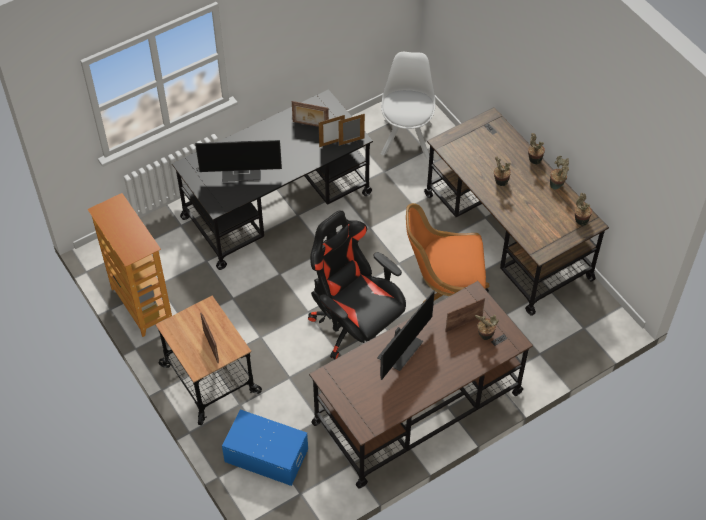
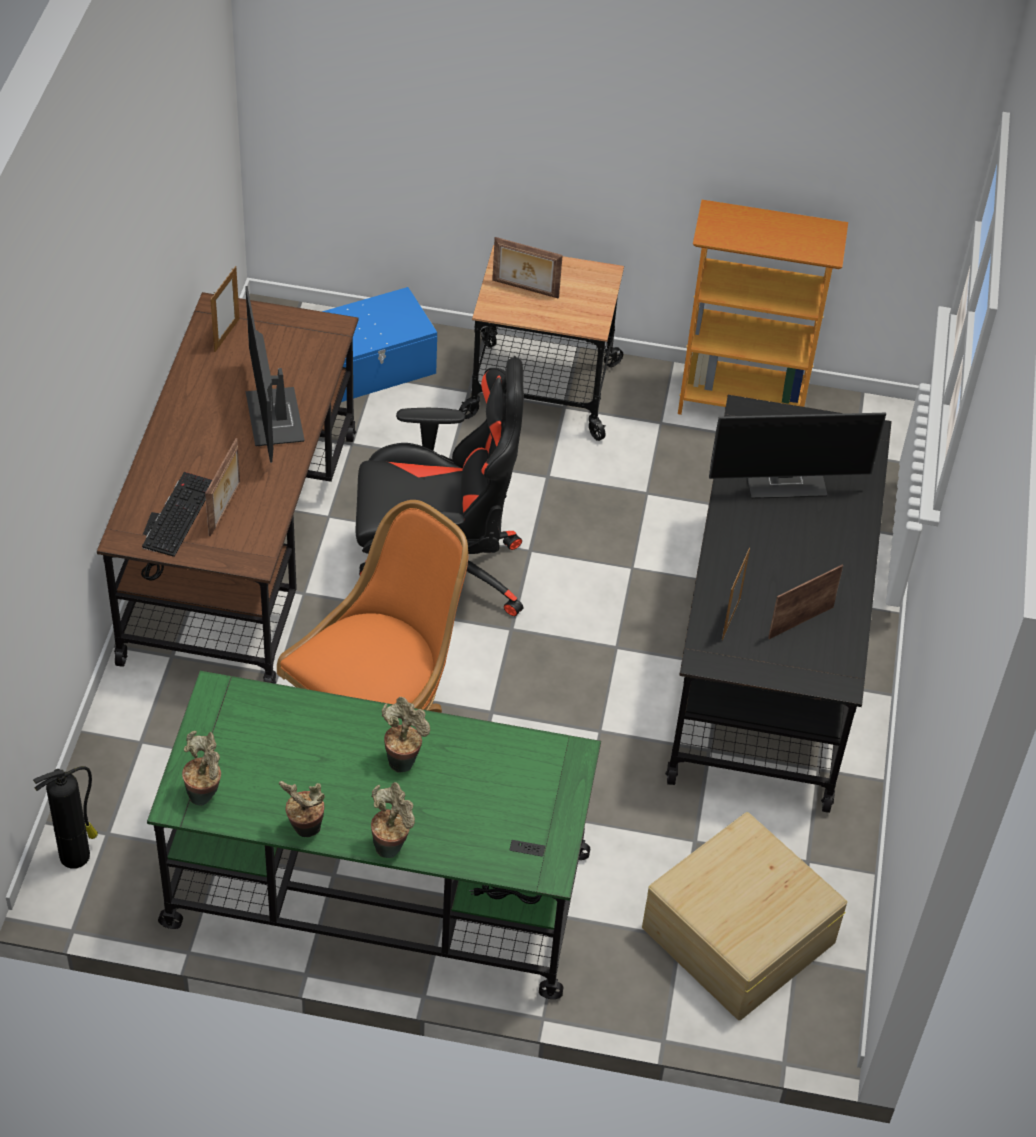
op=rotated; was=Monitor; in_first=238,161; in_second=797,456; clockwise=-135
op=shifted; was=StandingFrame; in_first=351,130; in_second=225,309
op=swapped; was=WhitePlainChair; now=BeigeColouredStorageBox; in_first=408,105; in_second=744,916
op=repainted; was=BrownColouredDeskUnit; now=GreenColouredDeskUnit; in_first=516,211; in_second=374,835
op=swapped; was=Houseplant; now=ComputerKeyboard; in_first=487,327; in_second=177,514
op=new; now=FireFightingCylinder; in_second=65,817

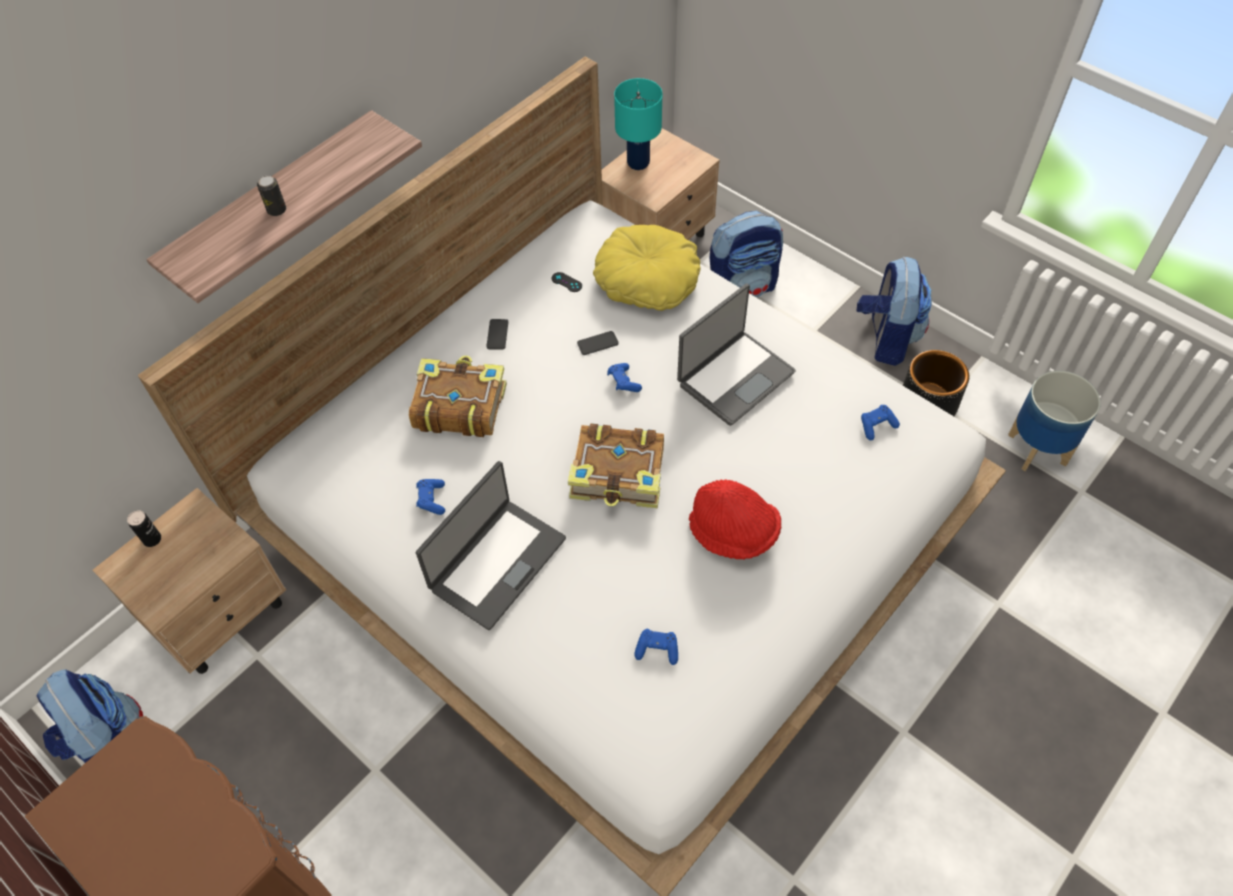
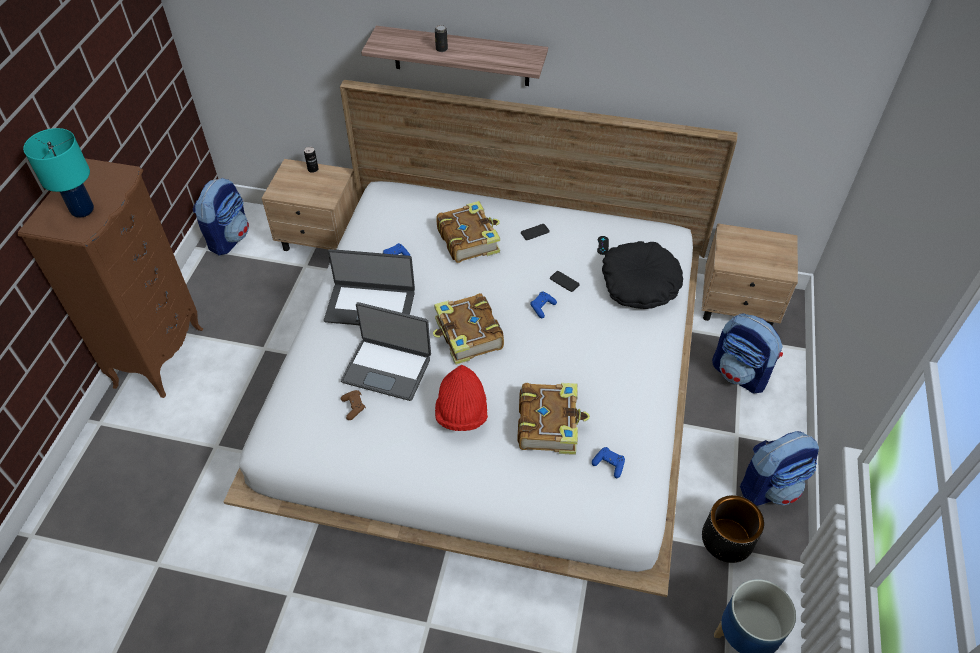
op=repainted; was=YellowColouredThrowPillow; now=BlackishThrowPillow; in_first=646,268; in_second=642,275
op=shifted; was=TurquoiseColouredTabletopLamp; in_first=638,124; in_second=58,173
op=repainted; was=BlueGameController; now=BrownColouredGameController; in_first=656,647; in_second=353,405
op=shifted; was=Laptop; in_first=736,354; in_second=386,351
op=new; now=BoundBook; in_second=553,419

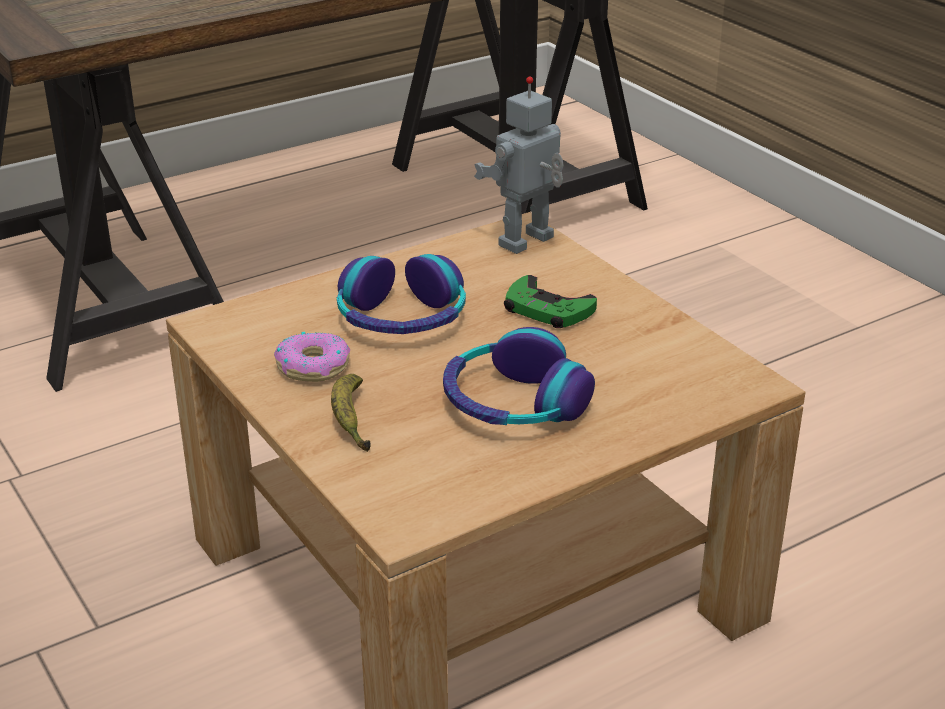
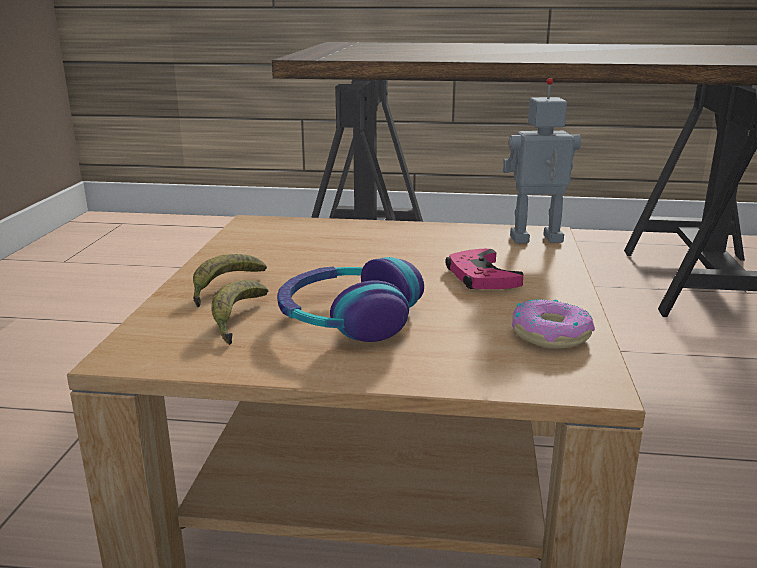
op=shifted; was=Donut; in_first=312,357; in_second=553,324
op=gone; was=PairOfHeadphones; in_first=401,294
op=repainted; was=GreenColouredGameController; now=PinkGameController; in_first=550,301; in_second=484,269
op=new; now=WholeBanana; in_second=240,312

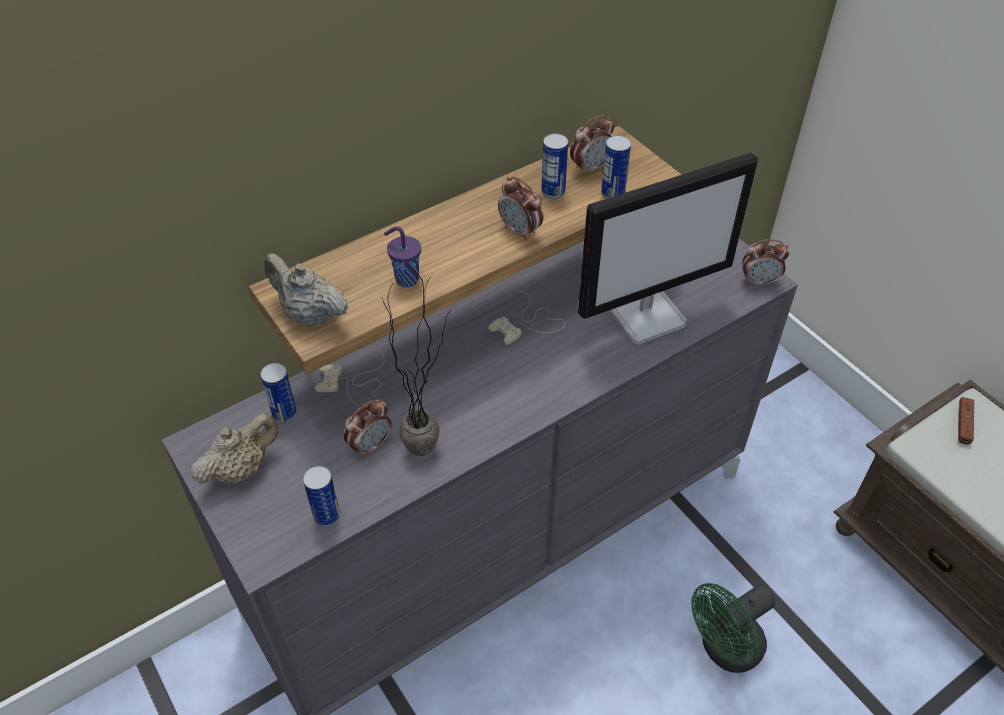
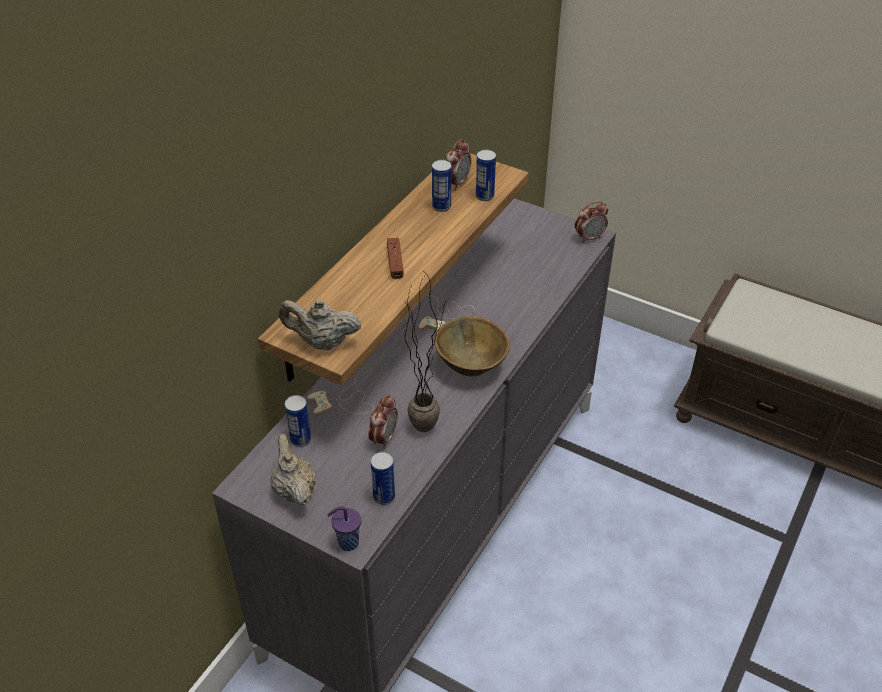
op=rotated; was=BeigeColouredTeapot; in_first=235,448; in_second=293,470; clockwise=-45
op=shifted; was=PurplishCup; in_first=402,257; in_second=344,528
op=gone; was=TableClock; in_first=521,208
op=gone; was=Monitor; in_first=668,248
op=gone; was=GreenColouredFan; in_first=733,628
op=shifted; was=BrownColouredGameController; in_first=966,421; in_second=395,258
op=new; now=BrownColouredServingBowl; in_second=472,346

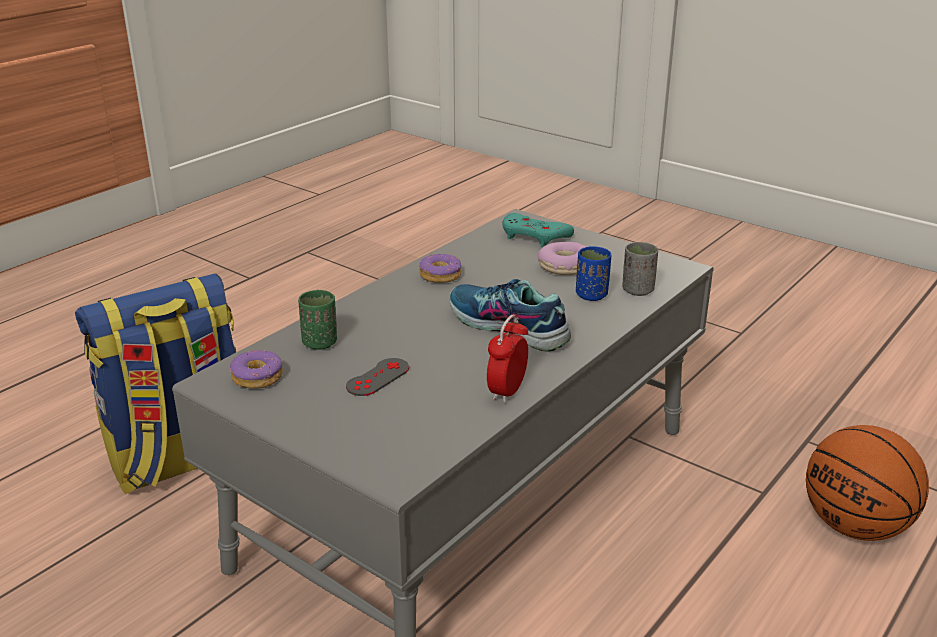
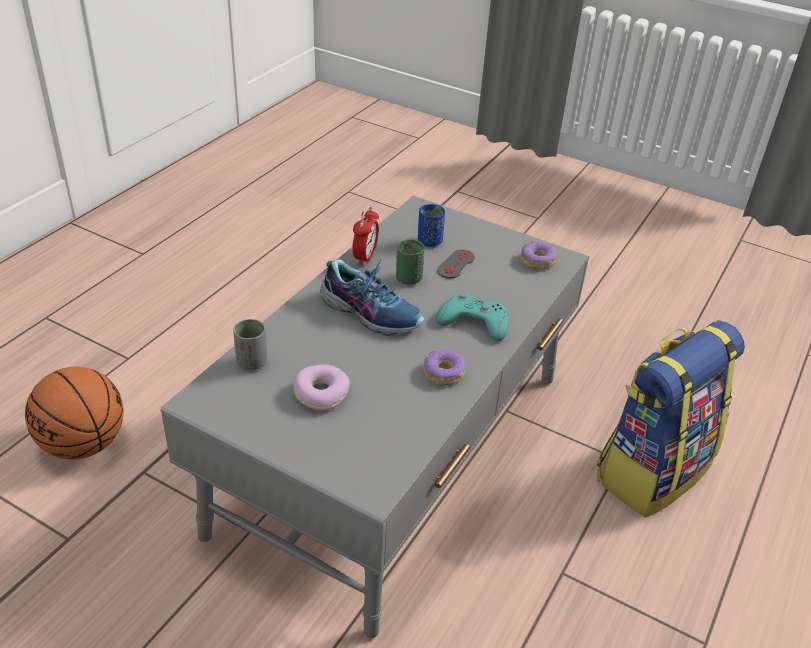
op=shifted; was=GreenColouredCup; in_first=317,320; in_second=410,262
op=shifted; was=TurquoiseColouredGameController; in_first=538,230; in_second=472,317
op=shifted; was=BlueCup; in_first=593,273; in_second=431,225

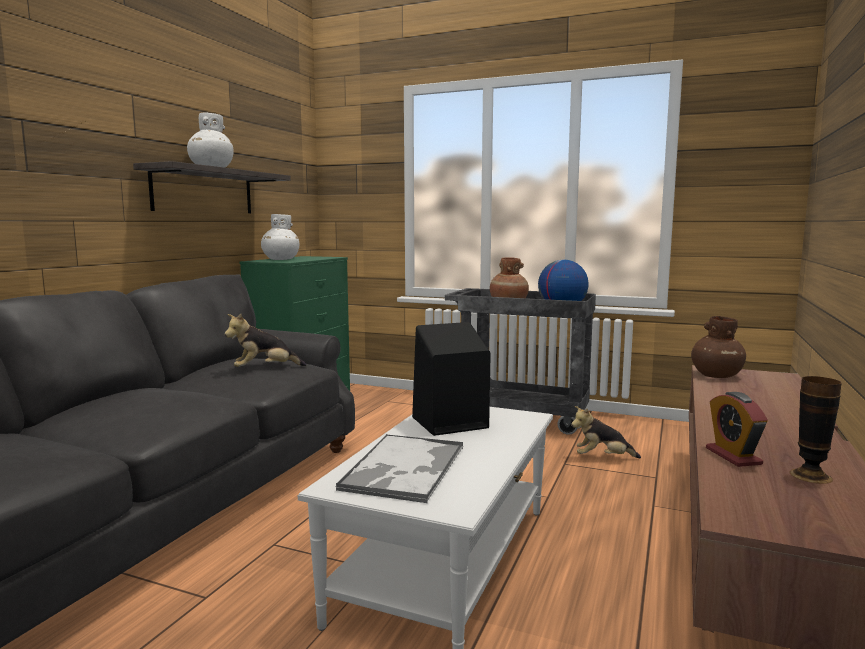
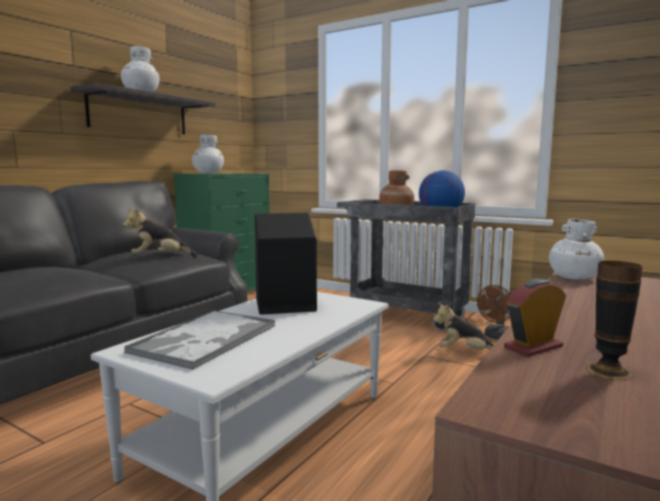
op=repainted; was=BrownColouredFlowerVase; now=WhiteFlowerVase; in_first=718,347; in_second=576,249
op=rotated; was=TableClock; in_first=737,429; in_second=535,318; clockwise=60
op=new; now=BrownColouredFan; in_second=494,312

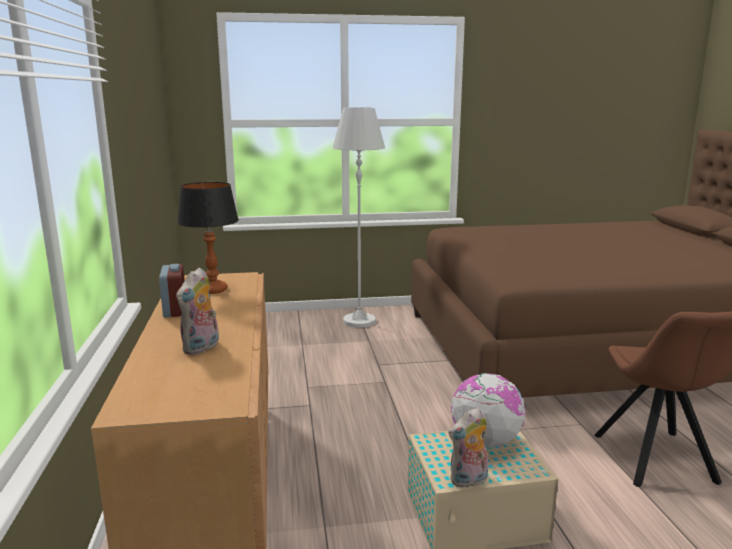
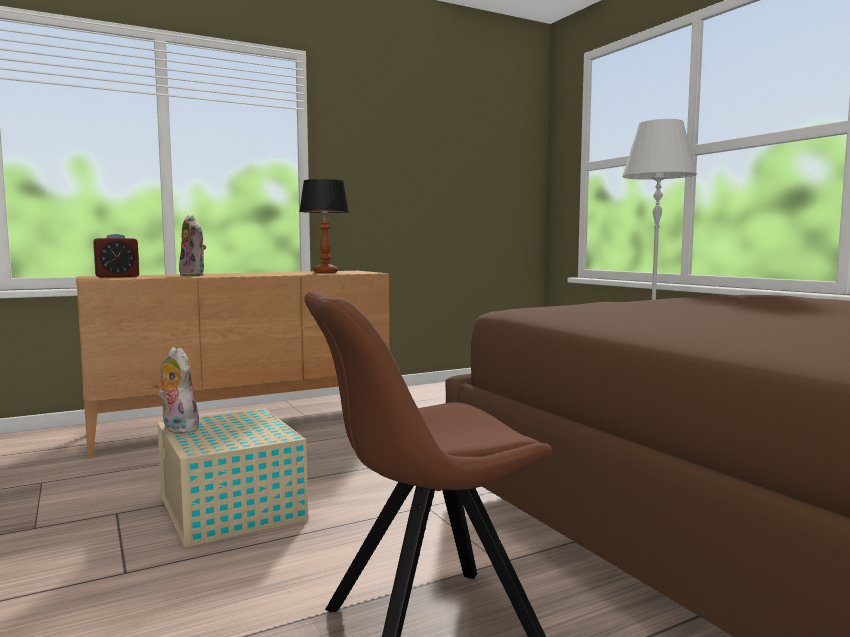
op=shifted; was=TableClock; in_first=172,290; in_second=116,256
op=rotated; was=PlushToy; in_first=197,311; in_second=193,245; clockwise=-135
op=gone; was=Globe; in_first=488,410

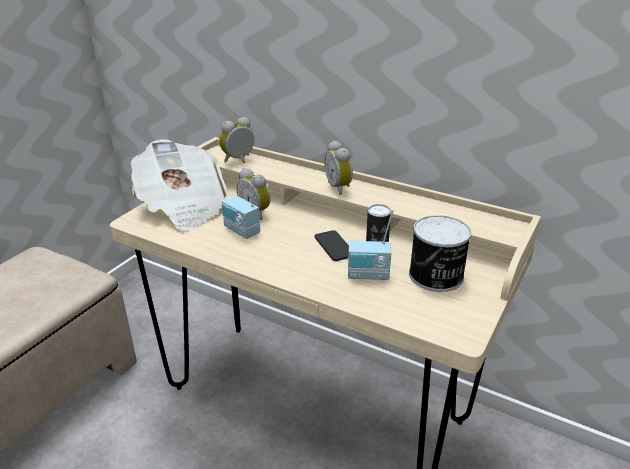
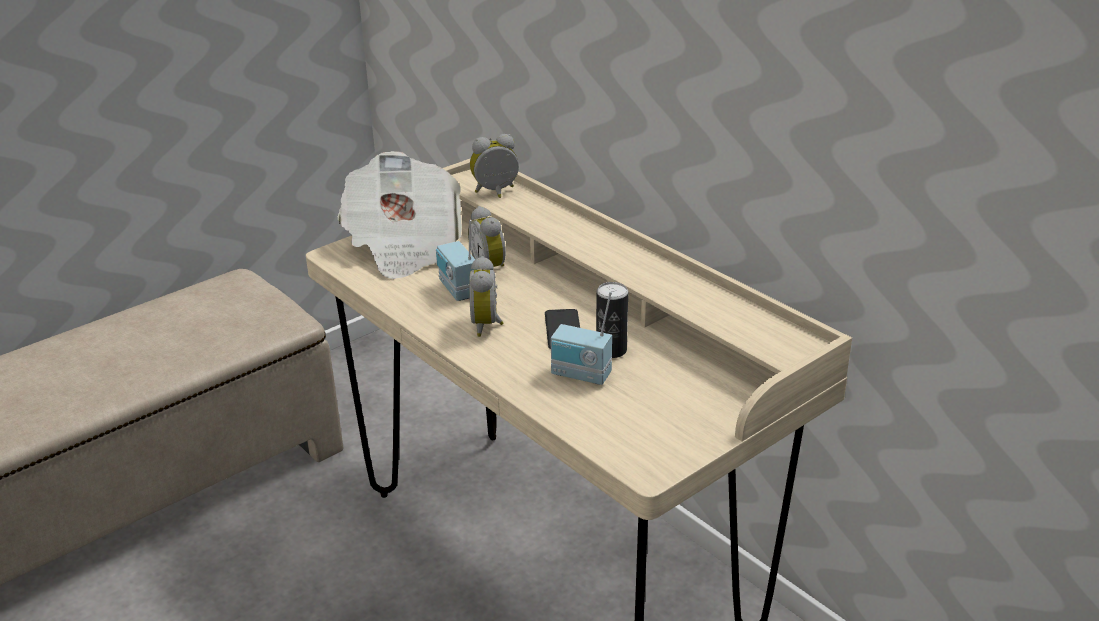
op=shifted; was=TableClock; in_first=338,167; in_second=486,296
op=gone; was=MetalCan; in_first=440,253

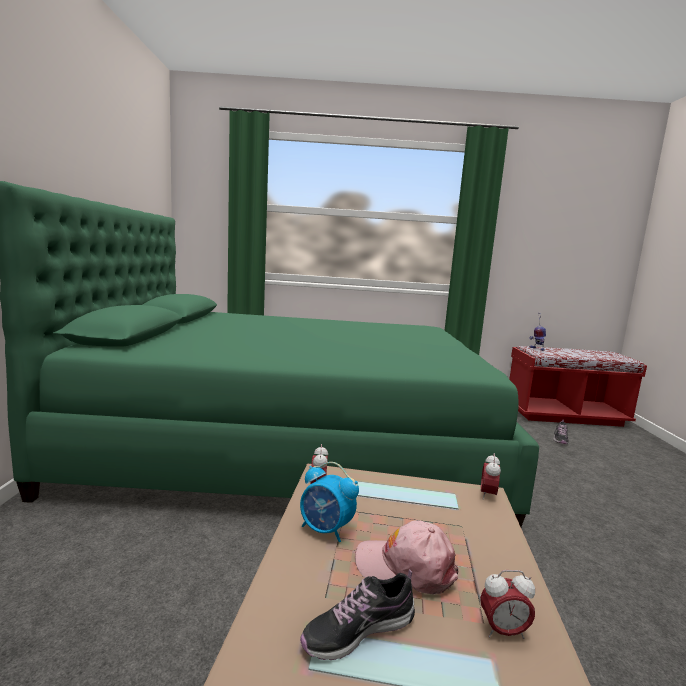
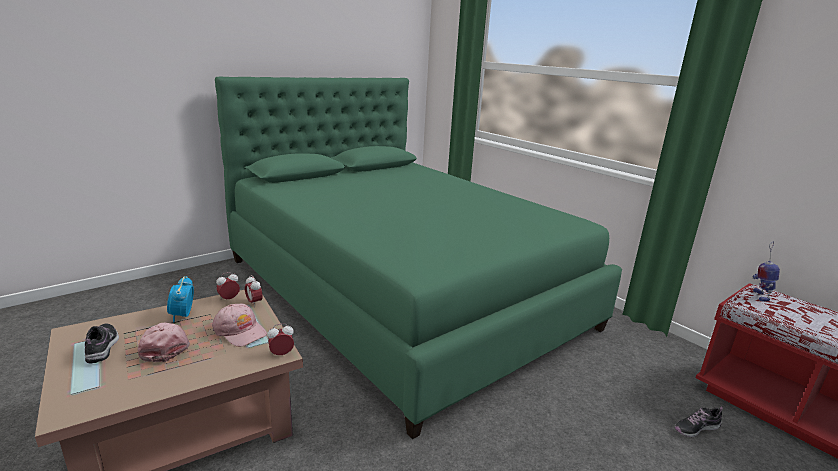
op=rotated; was=LowShoe; in_first=357,615; in_second=102,344; clockwise=45
op=shifted; was=TableClock; in_first=507,604; in_second=254,291
op=new; now=PinkCap; in_second=239,325

